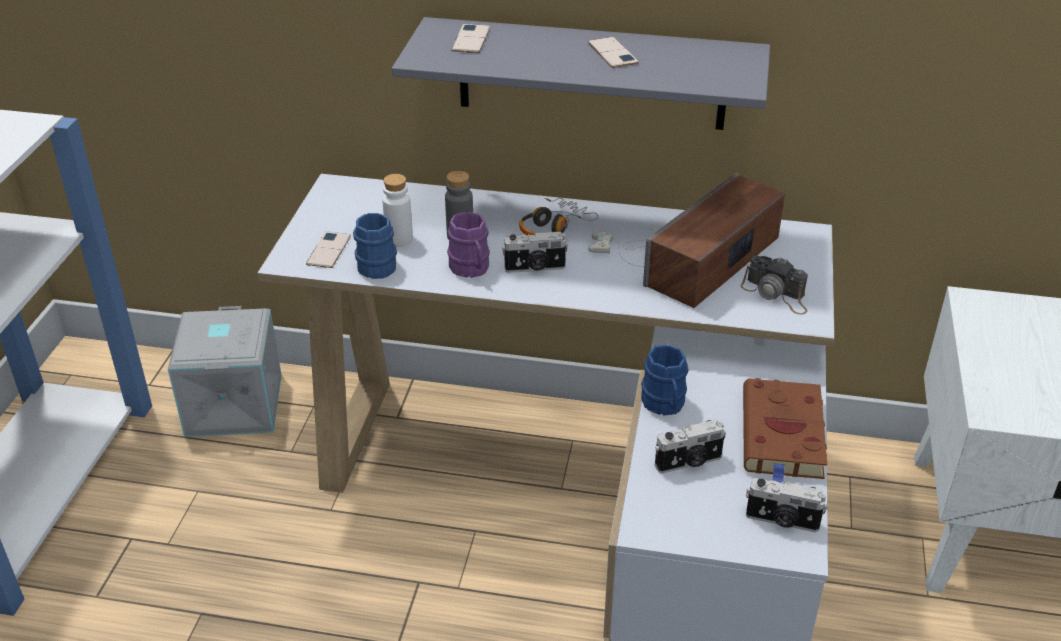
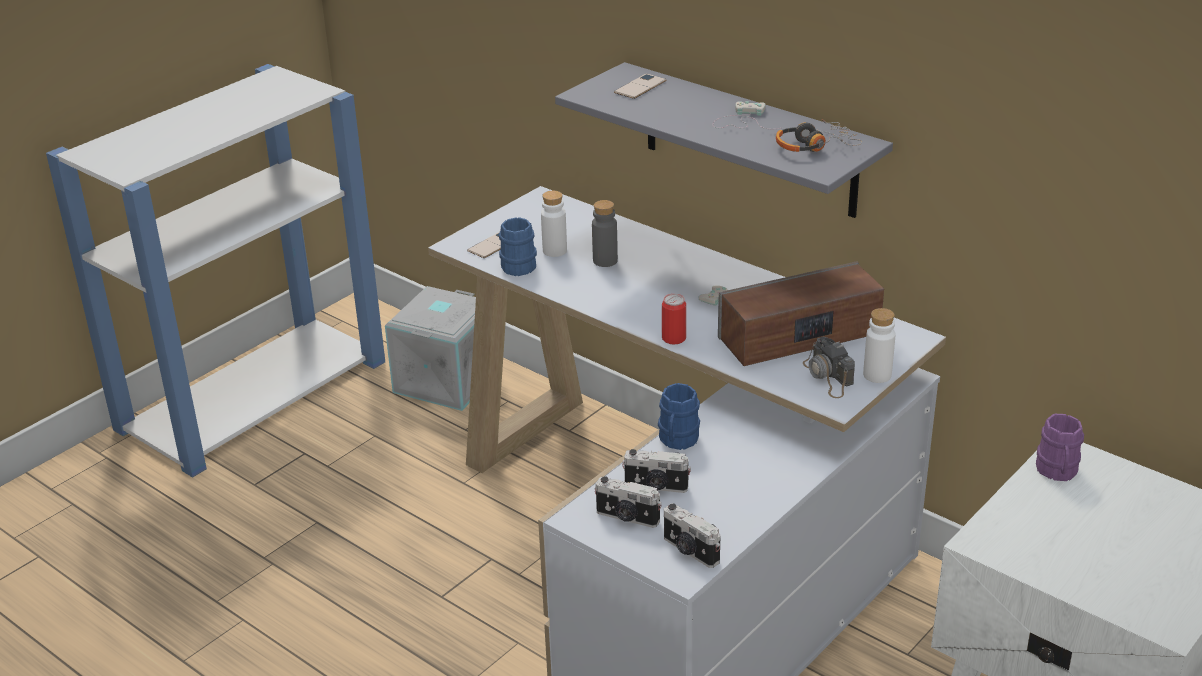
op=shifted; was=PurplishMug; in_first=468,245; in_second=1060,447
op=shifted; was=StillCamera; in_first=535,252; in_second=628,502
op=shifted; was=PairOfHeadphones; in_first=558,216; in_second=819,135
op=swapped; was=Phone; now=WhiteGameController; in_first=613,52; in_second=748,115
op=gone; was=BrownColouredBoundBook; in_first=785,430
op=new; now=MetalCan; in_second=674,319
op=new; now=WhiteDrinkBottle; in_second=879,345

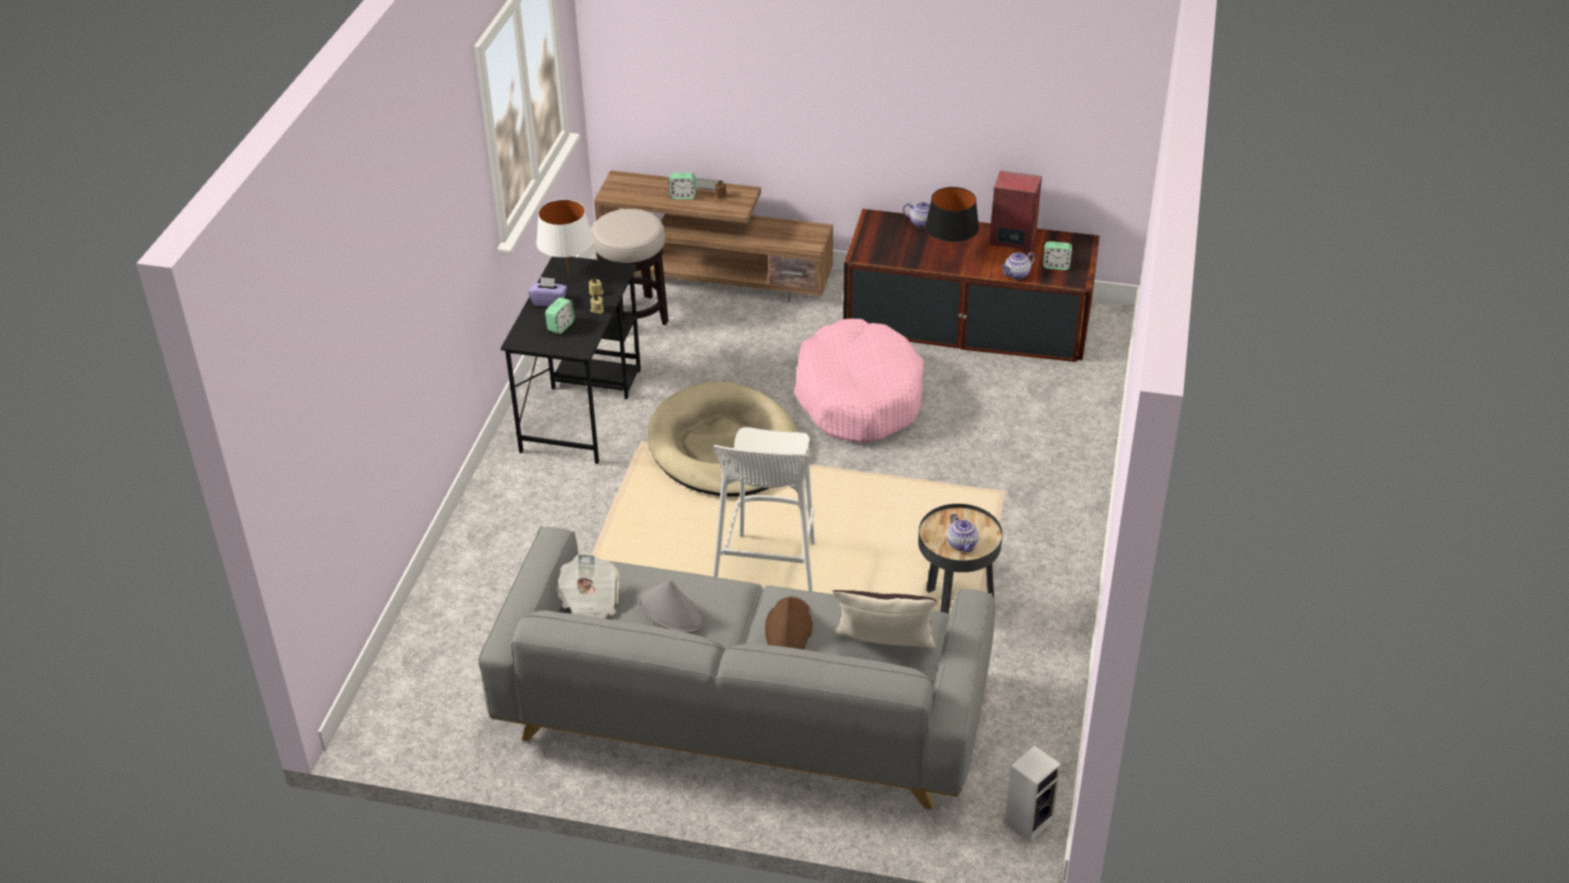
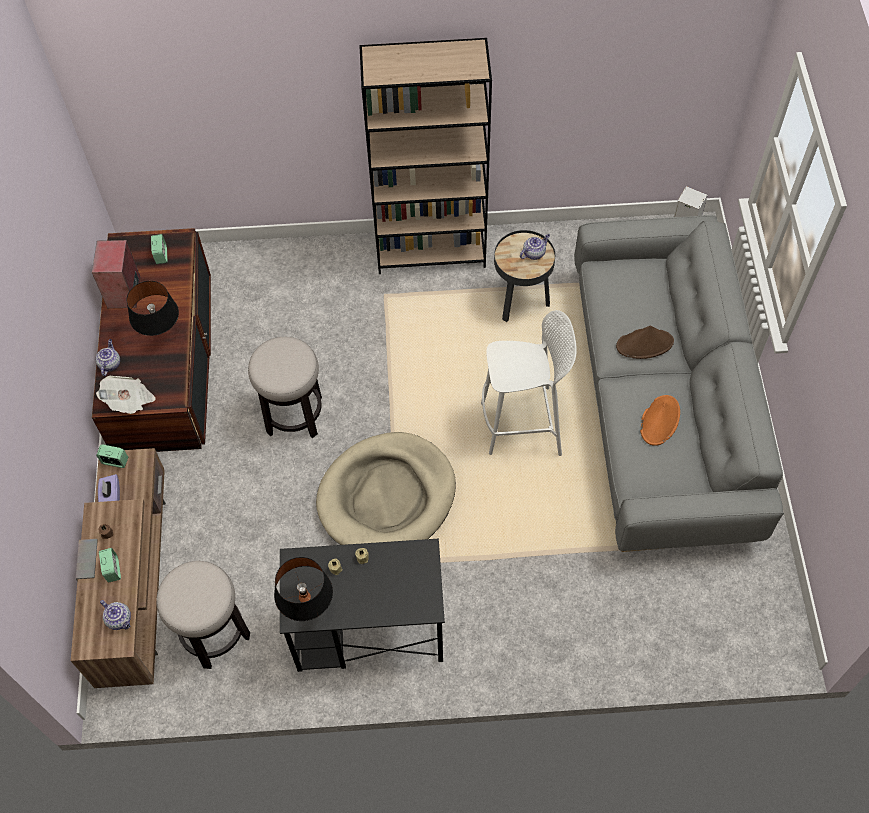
op=shifted; was=PurplishTissueHolder; in_first=547,292; in_second=109,488
op=repainted; was=WhiteTabletopLamp; now=BlackishTabletopLamp; in_first=564,235; in_second=303,589
op=shifted; was=TableClock; in_first=560,315; in_second=112,456
op=shifted; was=DailyPaper; in_first=587,585; in_second=126,395
op=repainted; was=GrayHat; now=OrangeColouredHat; in_first=671,607; in_second=660,420
op=swapped; was=PinkDogBed; now=SittingStool; in_first=859,381; in_second=285,387
op=gone; was=ThrowPillow; in_first=884,619
op=shifted; was=Teapot; in_first=1018,266; in_second=115,615
op=new; now=BeigeColouredBookcase; in_second=425,156

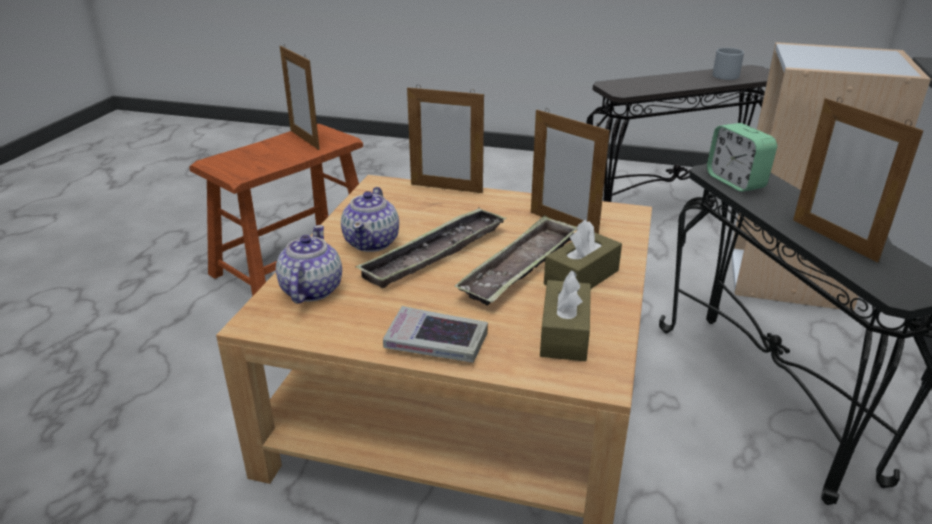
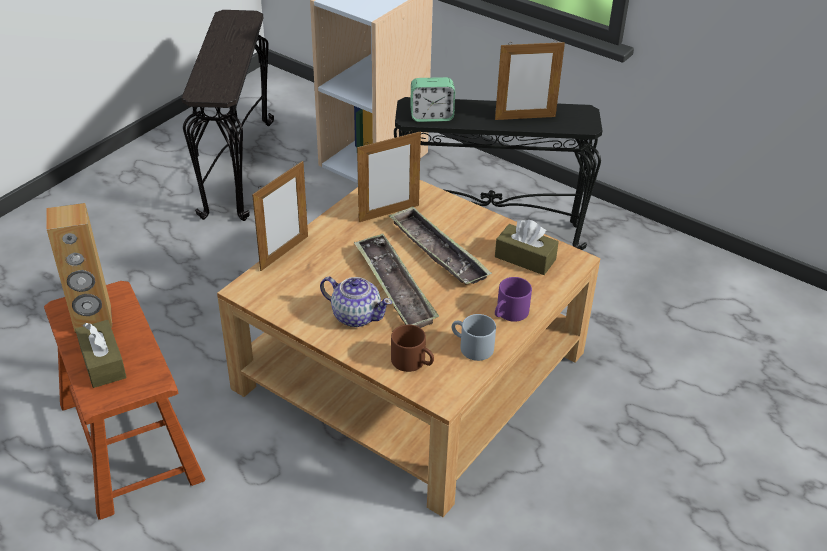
op=swapped; was=Teapot; now=BrownColouredMug; in_first=309,264; in_second=412,348
op=swapped; was=StandingFrame; now=BrownColouredLoudspeaker; in_first=300,97; in_second=79,268
op=swapped; was=BoundBook; now=PurplishMug; in_first=435,334; in_second=513,299
op=shifted; was=BrownColouredTissueHolder; in_first=583,254; in_second=101,354
op=shifted; was=GrayMug; in_first=728,64; in_second=474,337

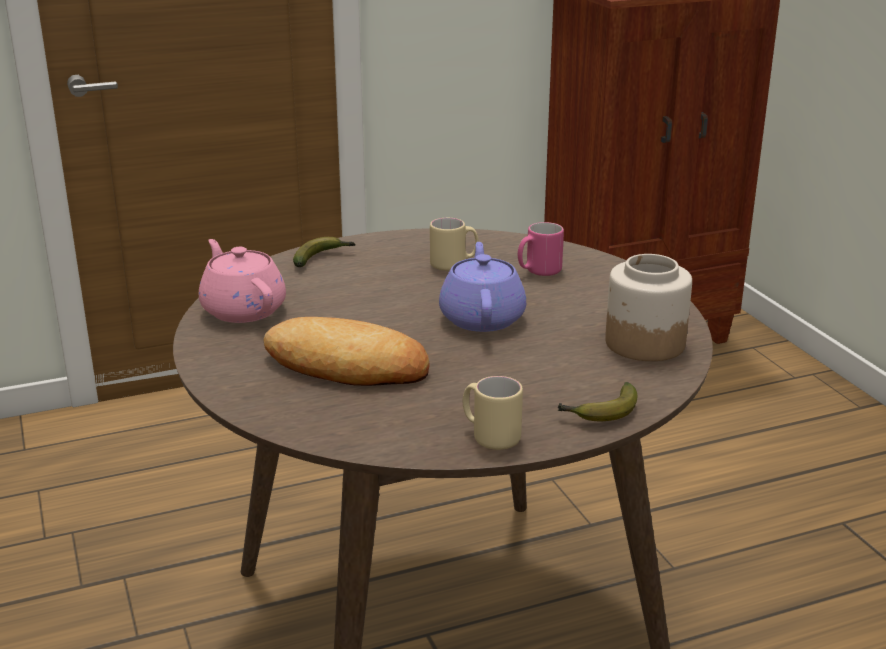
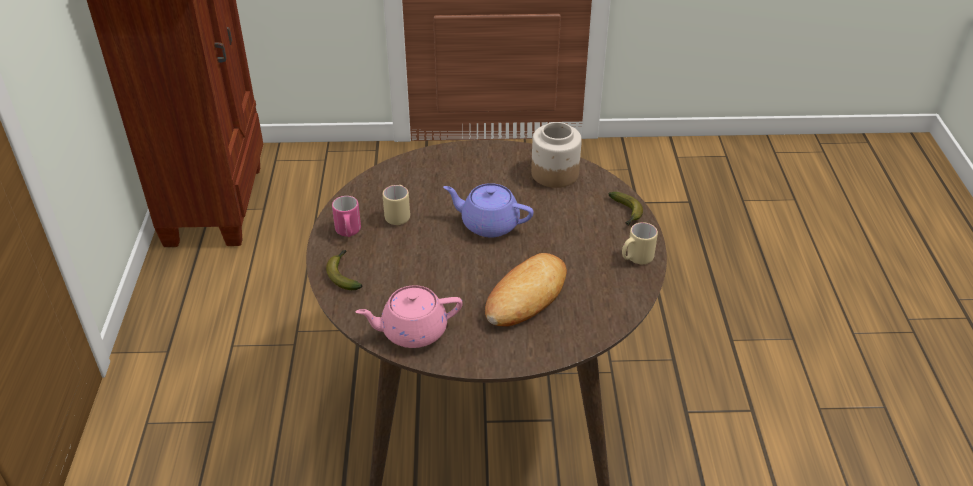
op=shifted; was=PinkMug; in_first=541,249; in_second=346,216

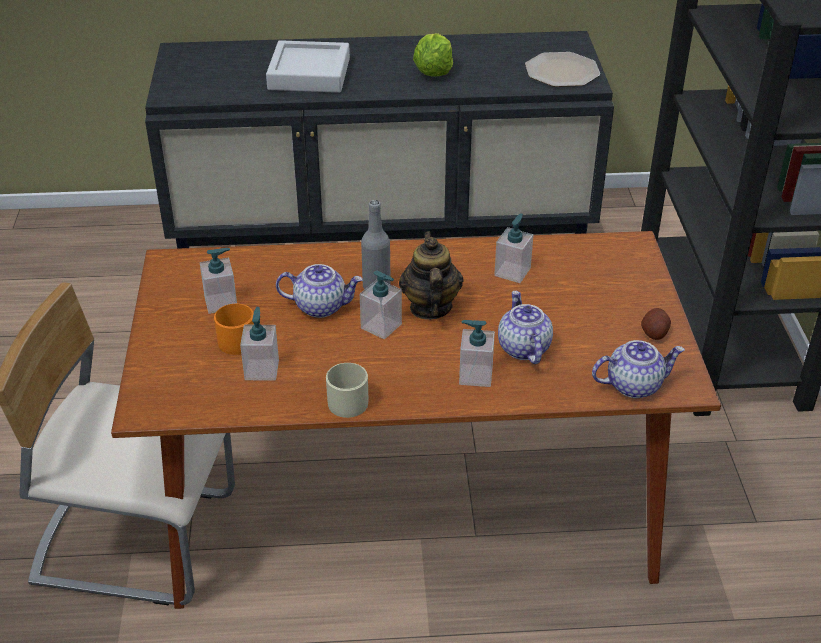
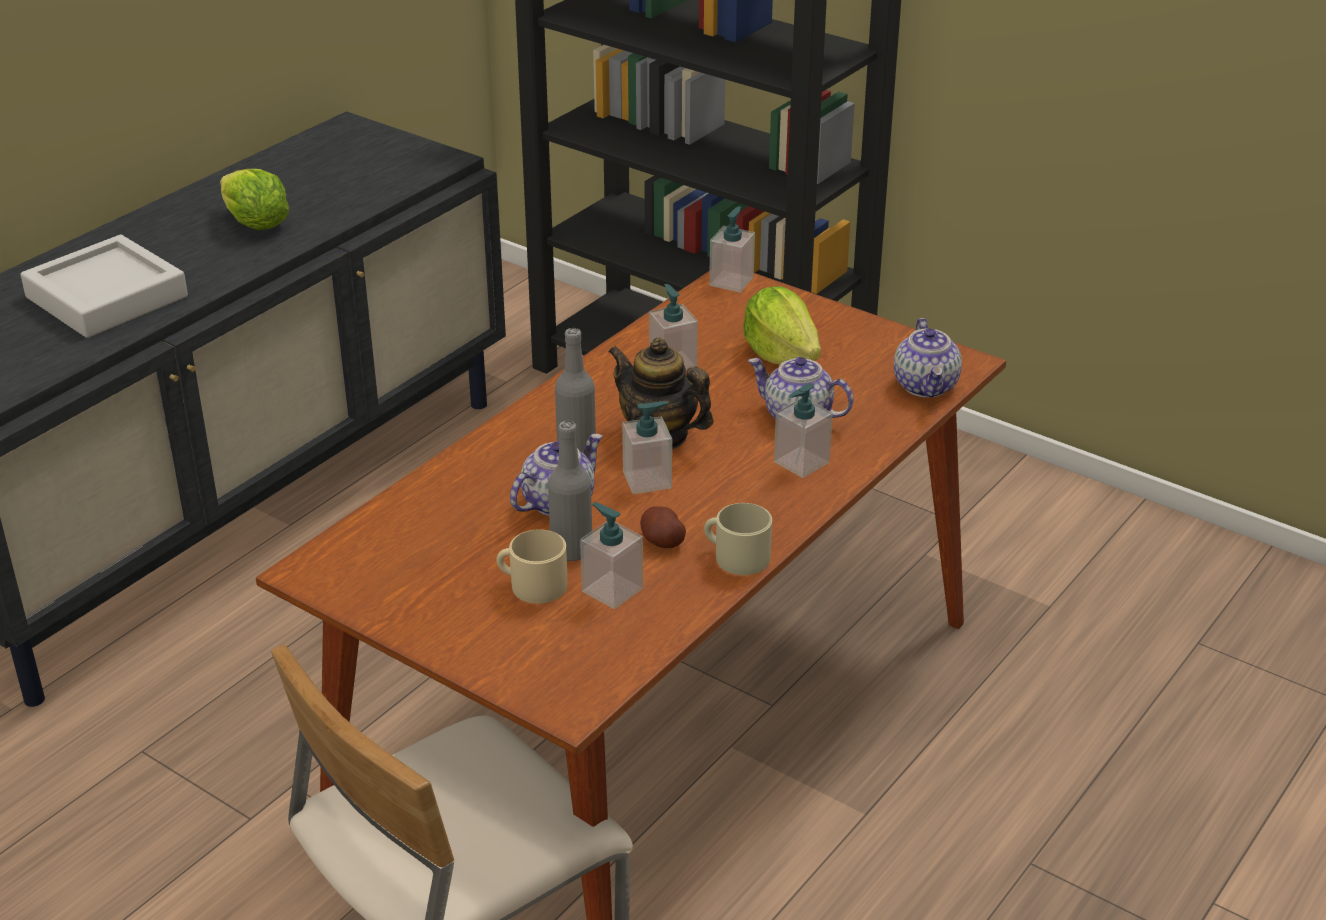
op=shifted; was=SoapBottle; in_first=218,281; in_second=732,249
op=repainted; was=OrangeColouredMug; now=BeigeColouredMug; in_first=234,329; in_second=531,566
op=gone; was=DinnerPlate; in_first=562,69
op=rotated; was=Teapot; in_first=638,369; in_second=928,358; clockwise=150
op=shifted; was=Potato; in_first=656,324; in_second=663,527
op=new; now=GrayDrinkBottle; in_second=570,491
op=new; now=HeadOfLettuce; in_second=782,325

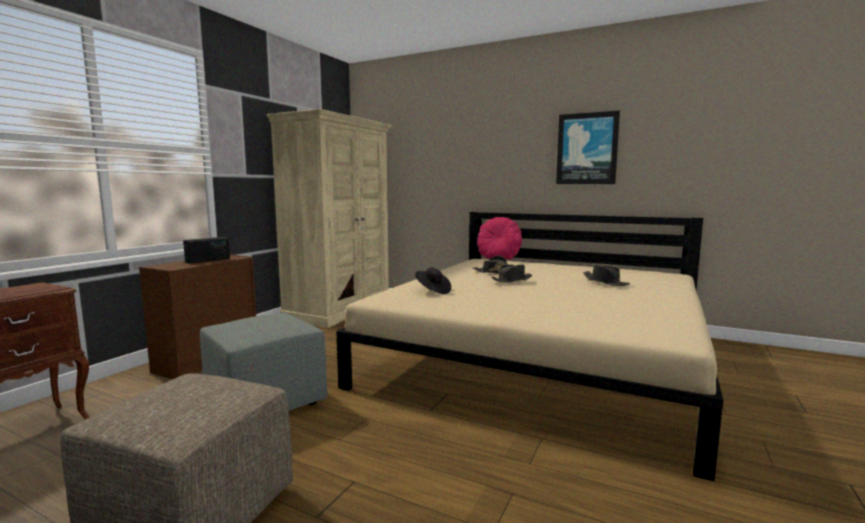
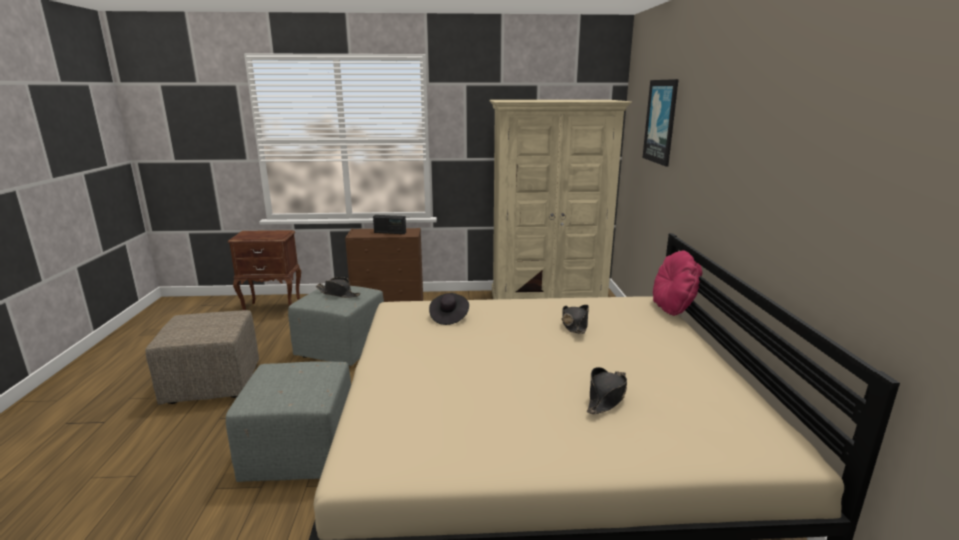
op=shifted; was=BlackishHat; in_first=511,273; in_second=338,287
op=shifted; was=Picture; in_first=588,147; in_second=661,123
op=new; now=GrayFootrest; in_second=288,421

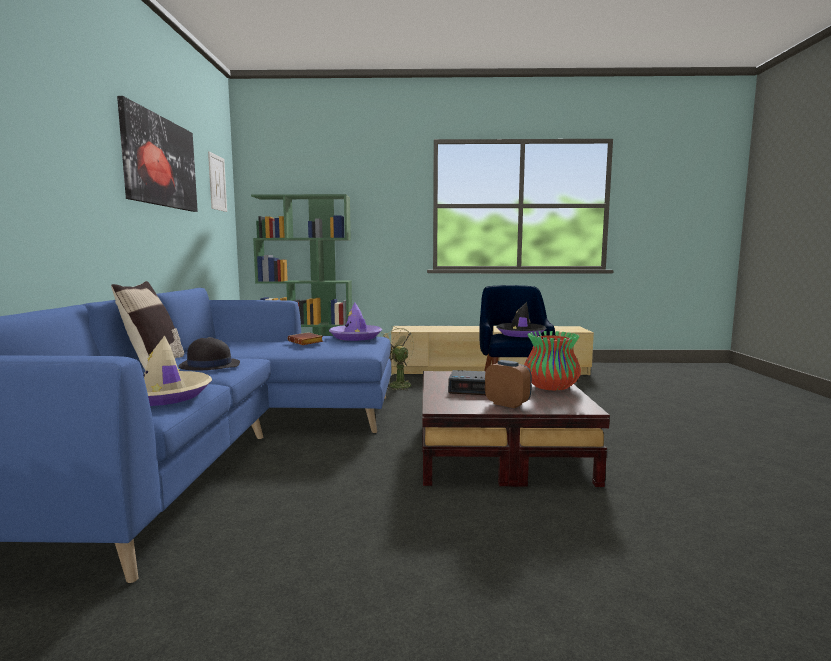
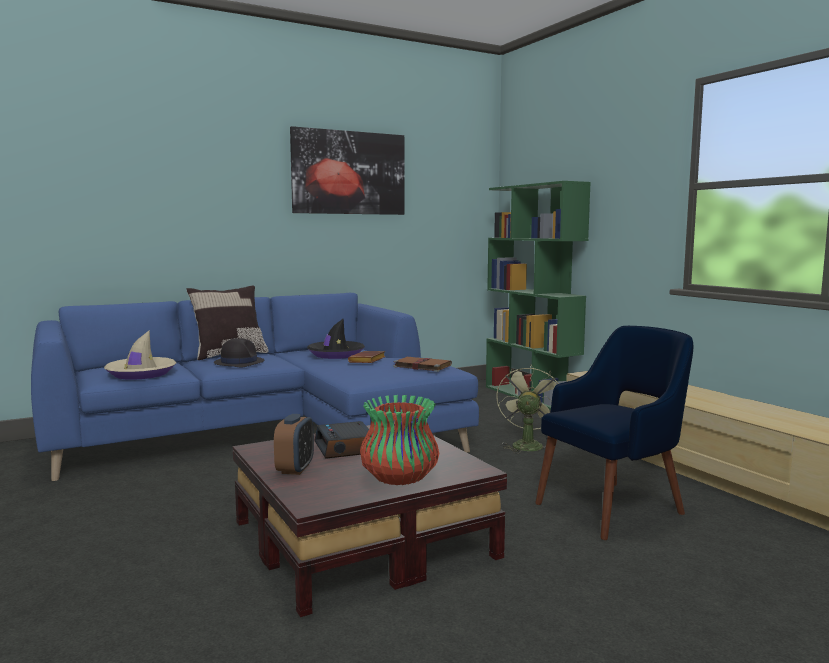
op=gone; was=Picture; in_first=217,181
op=swapped; was=PurplishHat; now=BrownColouredBoundBook; in_first=355,321; in_second=422,364
op=shifted; was=BlackishHat; in_first=521,319; in_second=336,339

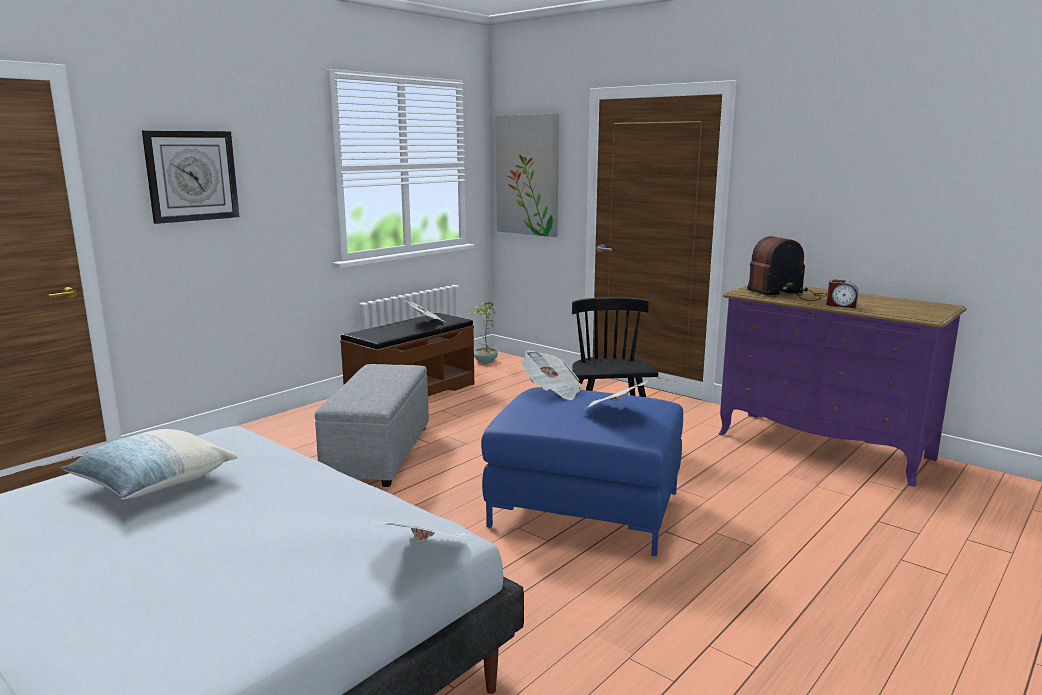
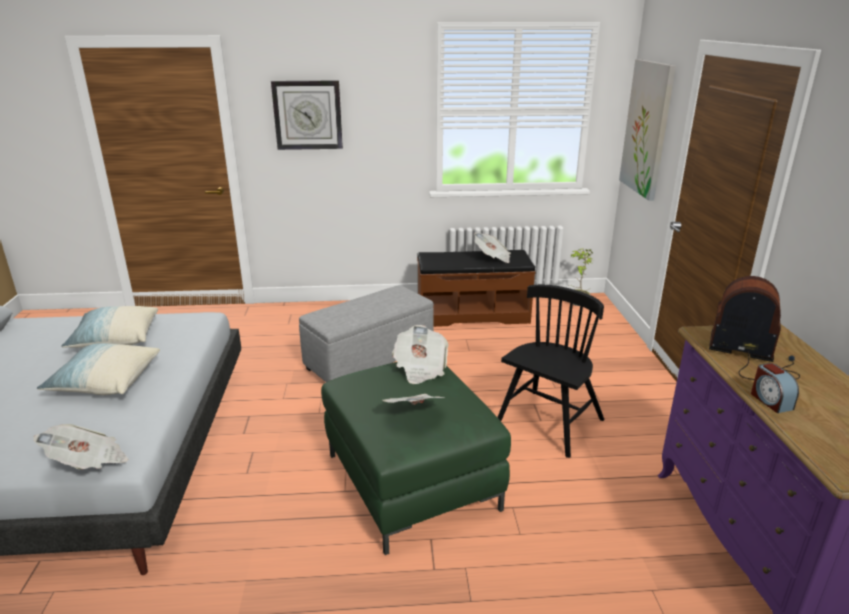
op=repainted; was=BlueFootrest; now=GreenColouredFootrest; in_first=582,471; in_second=416,458
op=new; now=ThrowPillow; in_second=98,369

